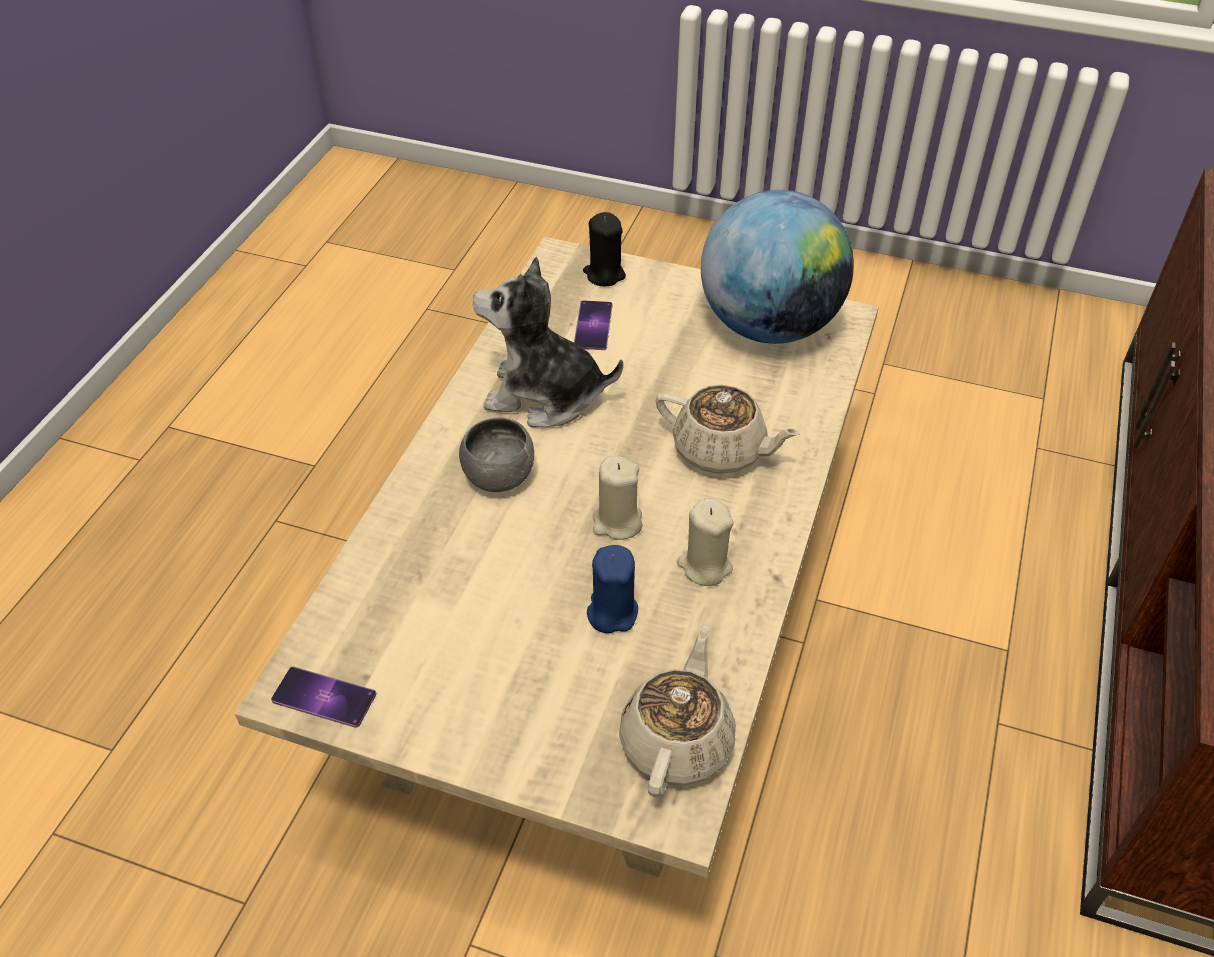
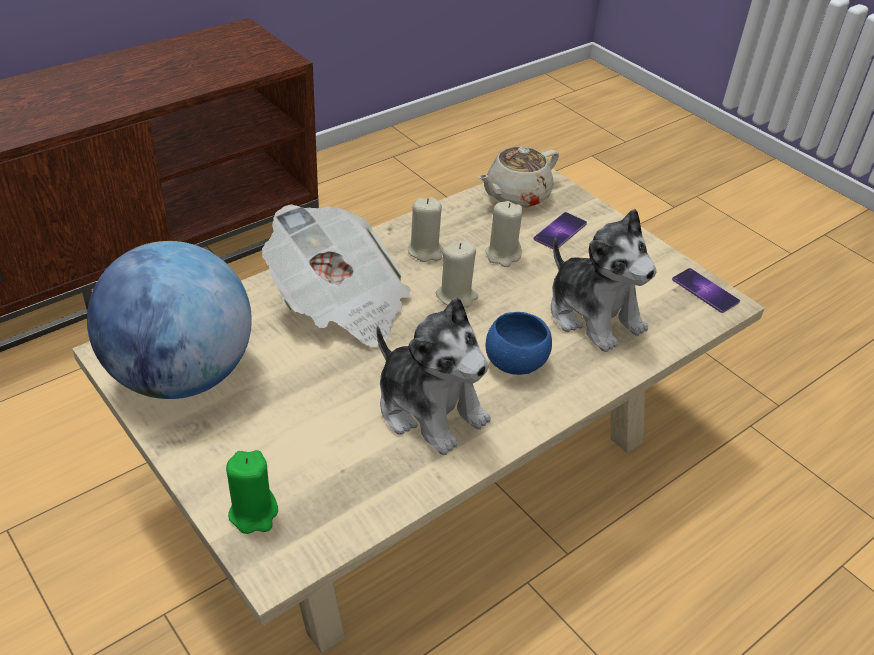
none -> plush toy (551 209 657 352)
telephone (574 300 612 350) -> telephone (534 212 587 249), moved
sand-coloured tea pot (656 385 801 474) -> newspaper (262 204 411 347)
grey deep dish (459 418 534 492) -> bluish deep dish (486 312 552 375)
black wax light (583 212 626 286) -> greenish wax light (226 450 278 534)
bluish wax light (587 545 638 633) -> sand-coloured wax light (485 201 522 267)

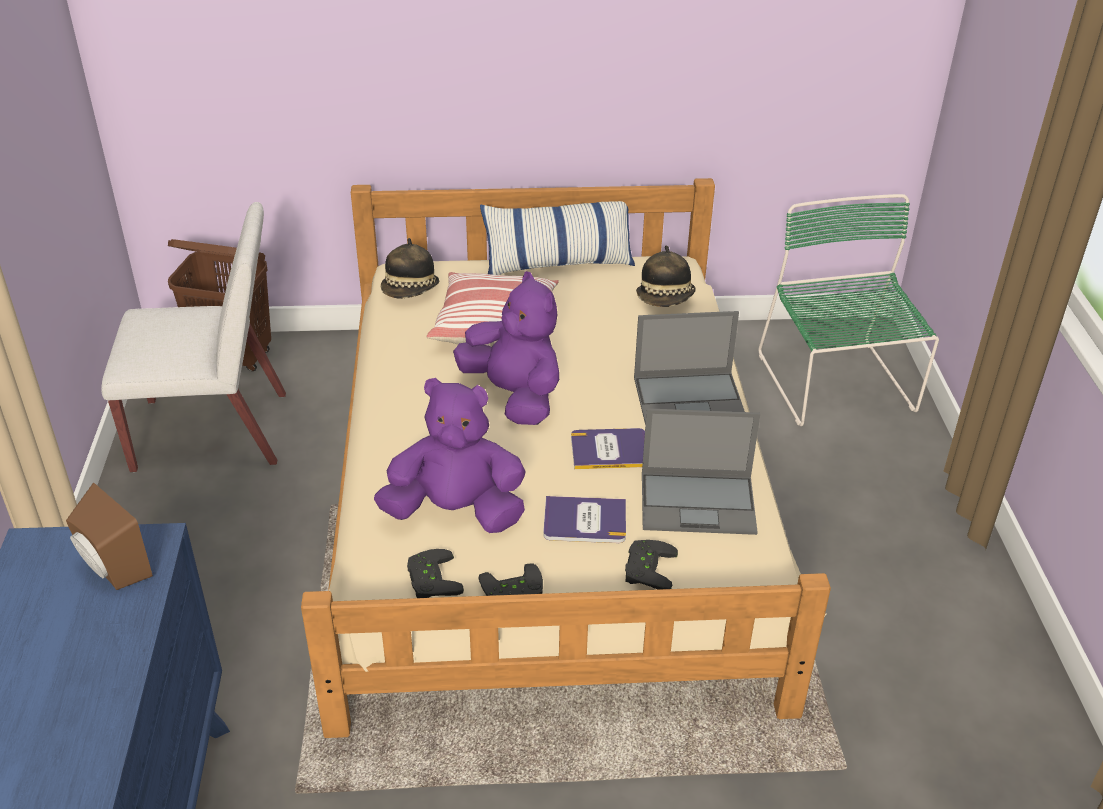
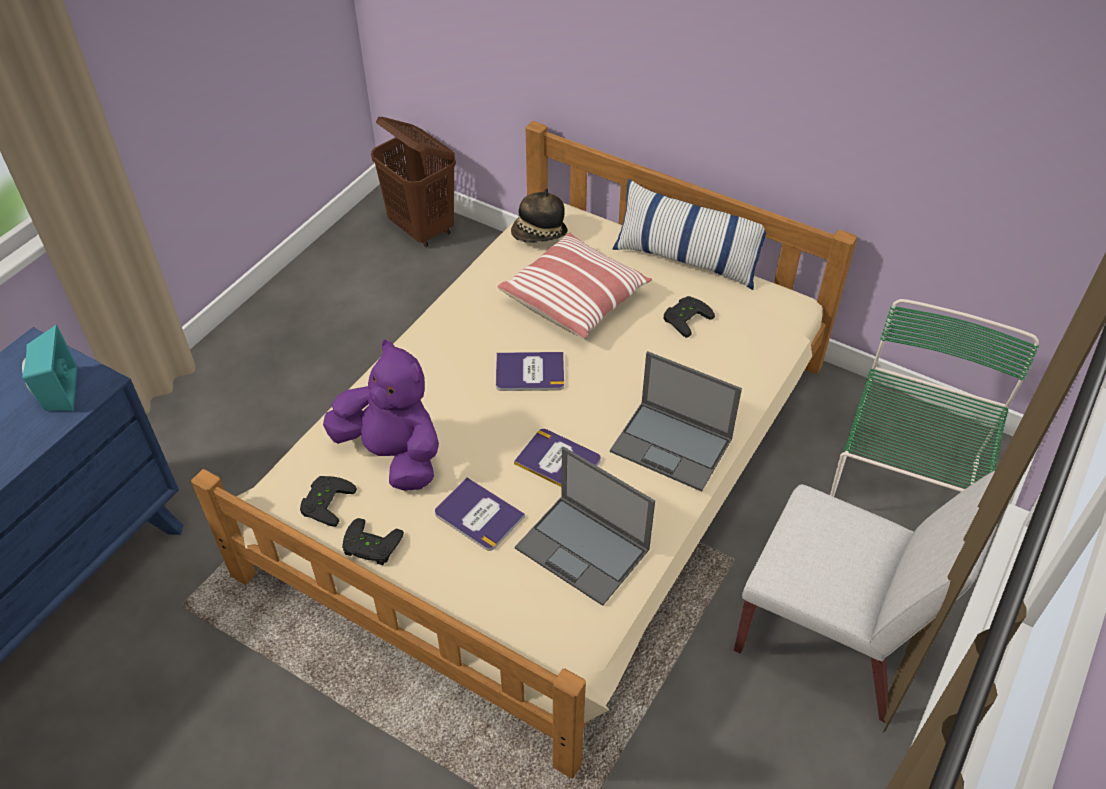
hat (636 245 696 307) -> none
white plain chair (101 202 286 473) -> white plain chair (734 471 998 723), moved
black game controller (625 540 678 590) -> black game controller (663 296 715 338), moved
purplish plush toy (453 271 559 425) -> book (496 352 564 391)
brown speaker (66 483 153 590) -> turquoise speaker (22 324 77 411)

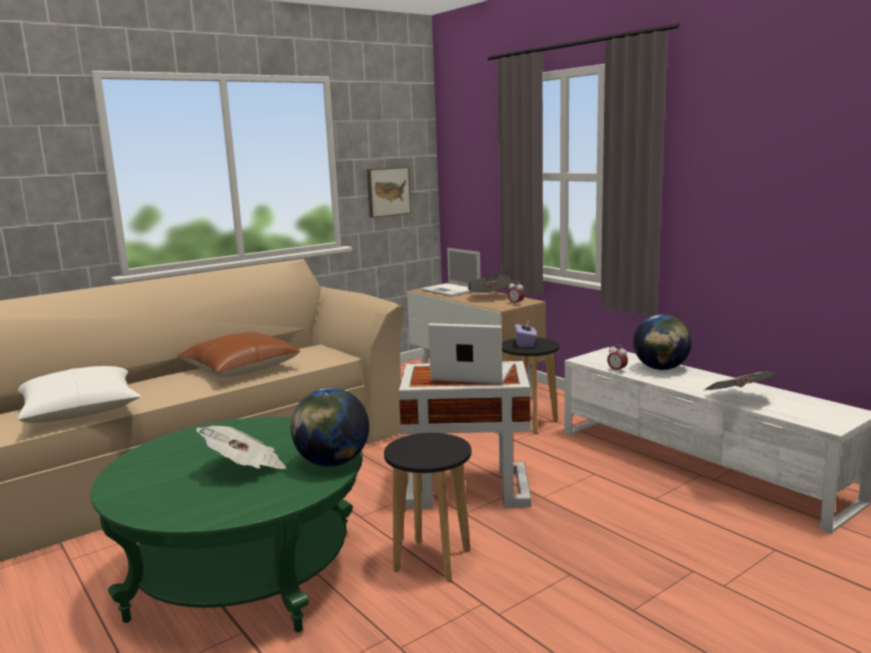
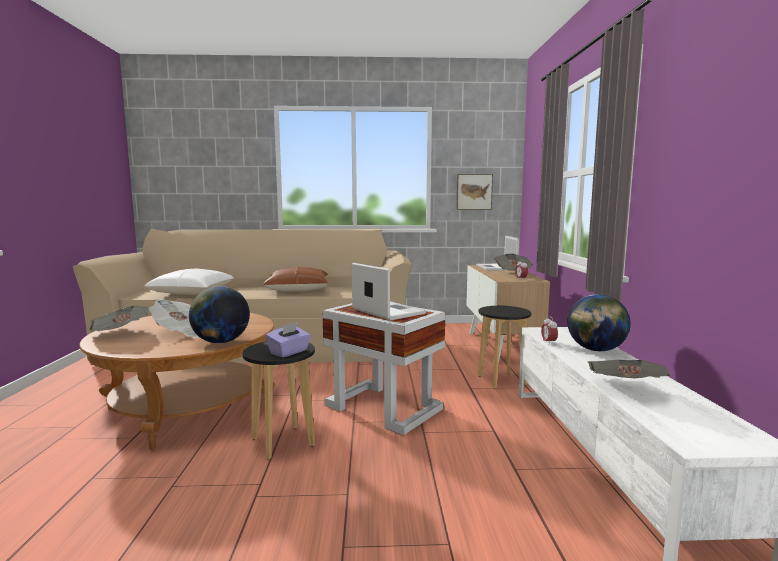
none -> newspaper (89 306 148 332)
purplish tissue holder (514 319 537 347) -> purplish tissue holder (266 322 311 357), moved
greenish low table (91 417 362 632) -> brown low table (79 313 275 450)

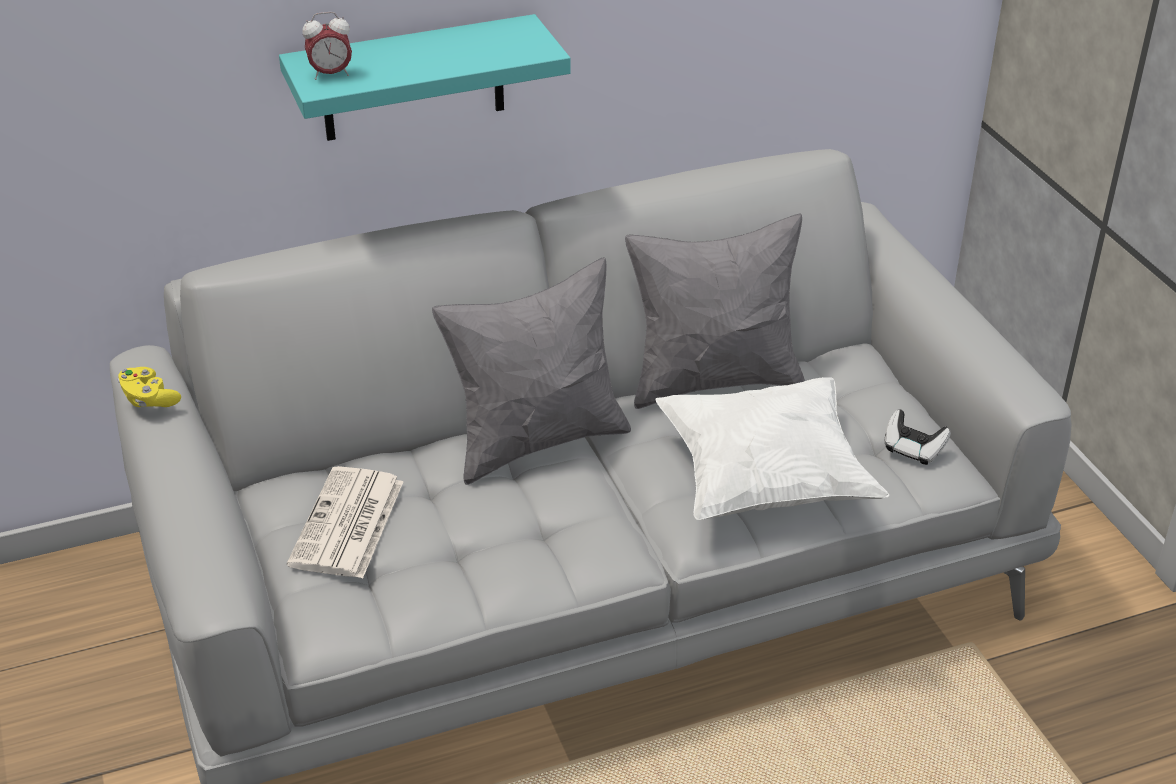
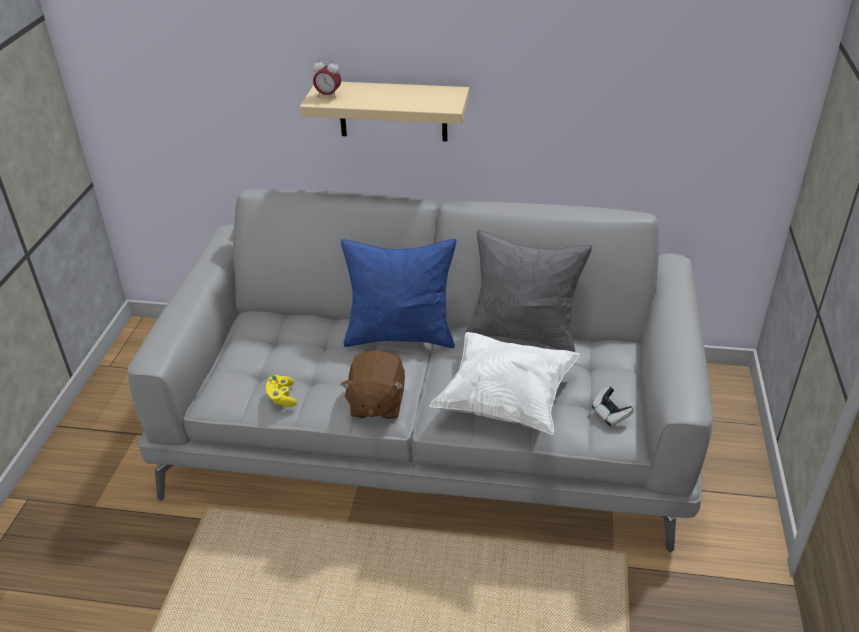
newspaper (287 466 403 578) -> none
none -> brown plush toy (340 350 405 419)
yellowish game controller (118 367 181 407) -> yellowish game controller (266 375 297 407), moved
turquoise shelf (279 14 571 141) -> sand-coloured shelf (300 82 469 142)
grey pillow (432 257 631 485) -> bluish pillow (341 239 456 348)

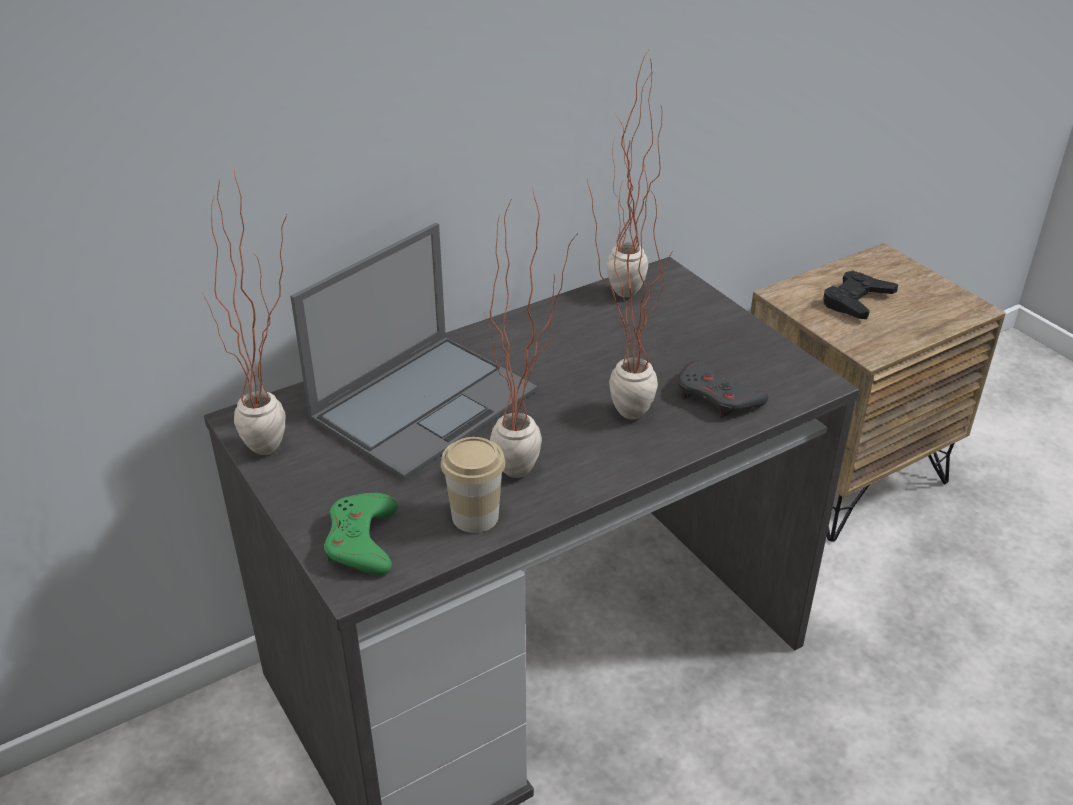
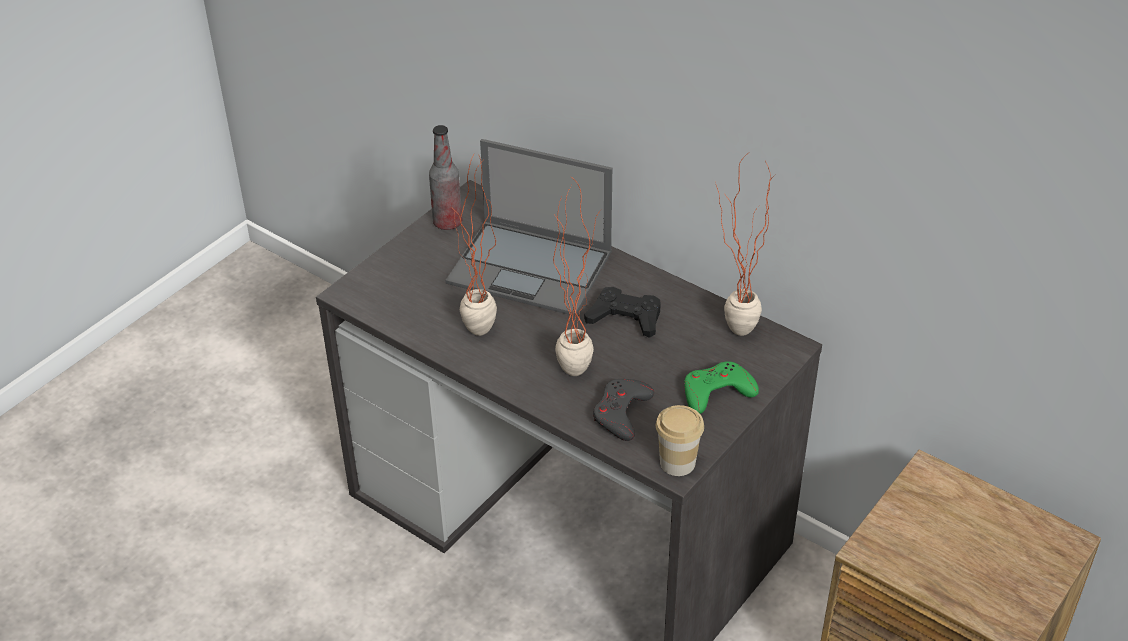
greenish game controller (324 493 398 576) -> greenish game controller (684 361 759 414), moved
cup (441 437 505 533) -> cup (656 405 704 476), moved
black game controller (823 270 898 319) -> black game controller (584 287 661 338), moved
potted plant (202 171 287 455) -> beverage bottle (429 125 462 230)

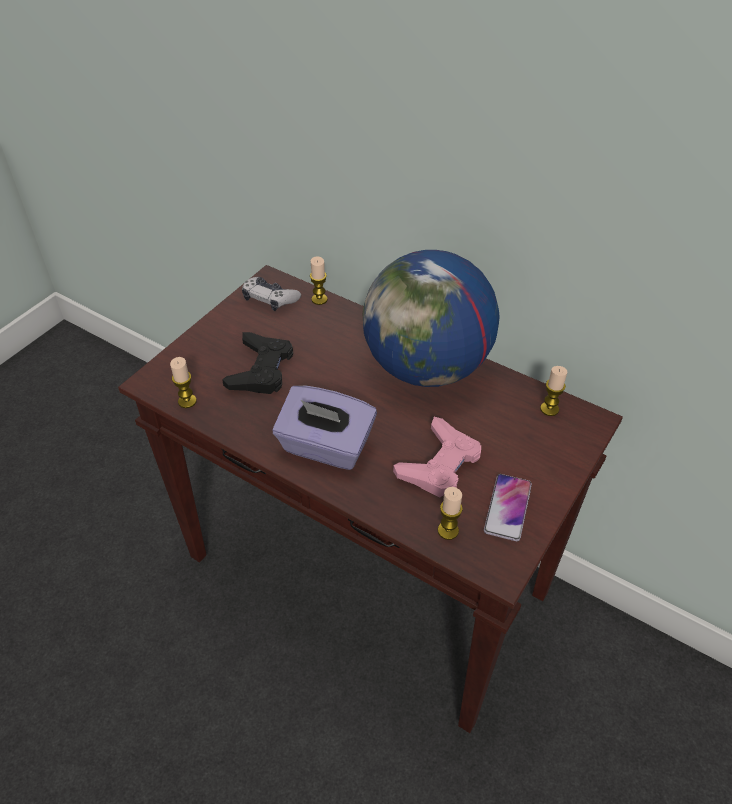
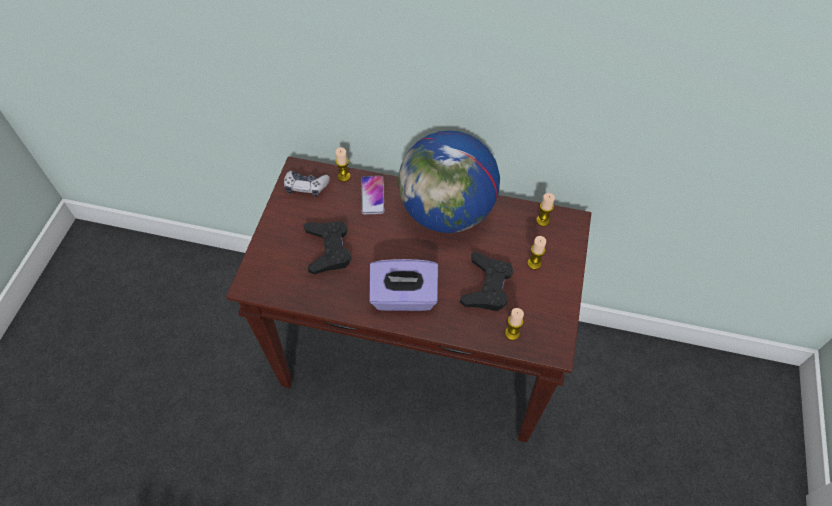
wax light (170 357 197 408) -> wax light (527 236 546 270), moved
telephone (484 474 532 541) -> telephone (361 176 385 215), moved
pink-coloured game controller (393 417 481 497) -> black game controller (460 252 514 311)

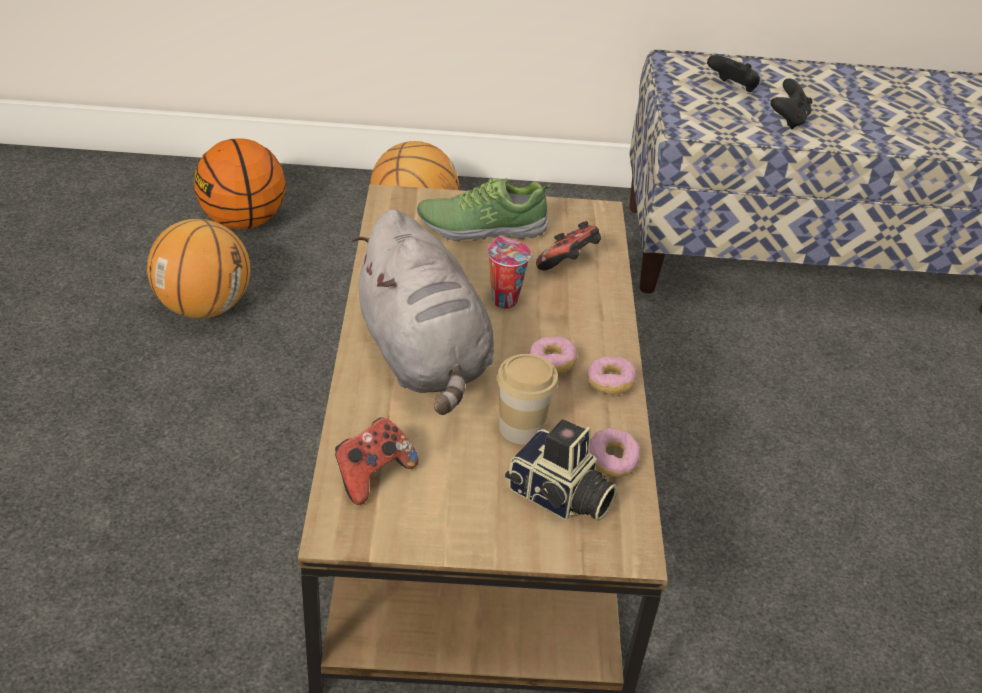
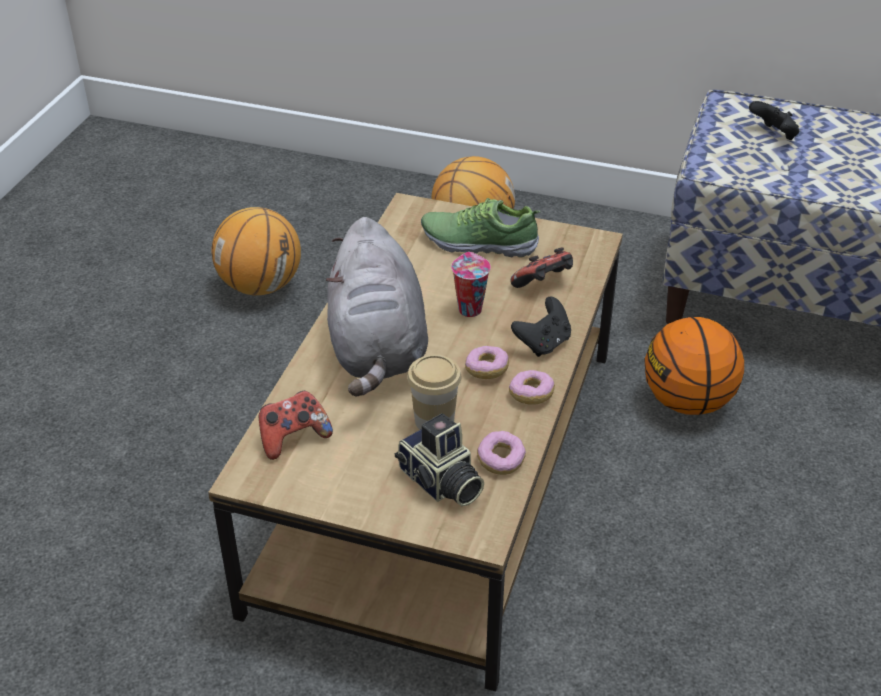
ball for basketball (194 138 286 229) -> ball for basketball (644 317 744 415), moved
black game controller (771 78 813 129) -> black game controller (511 297 571 357), moved

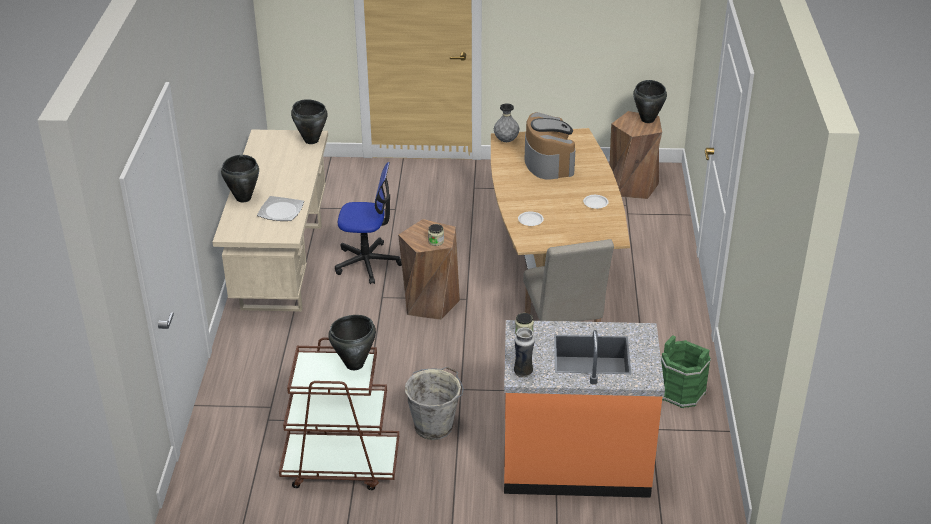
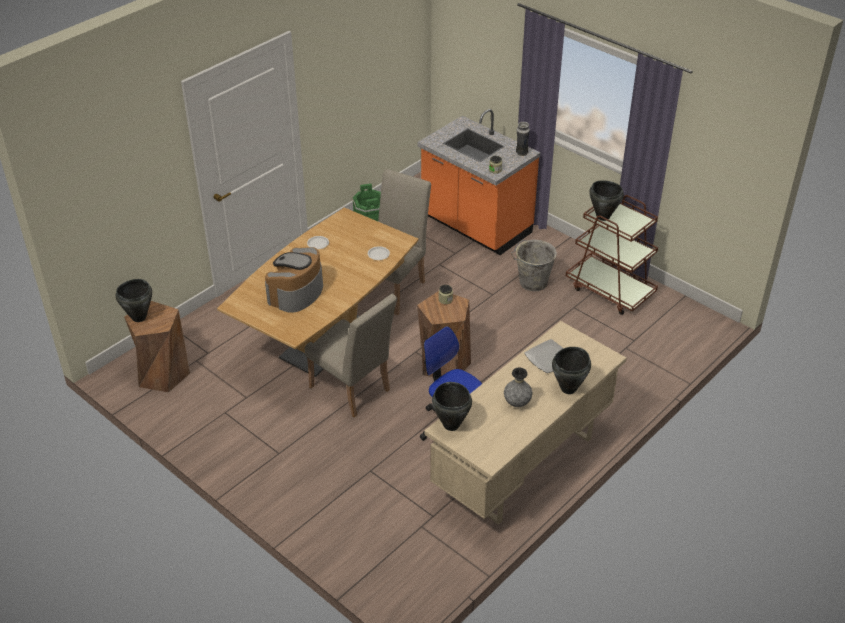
none -> sand-coloured plain chair (305 294 397 417)
grey decorative vase (494 103 520 142) -> grey decorative vase (504 367 533 407), moved

